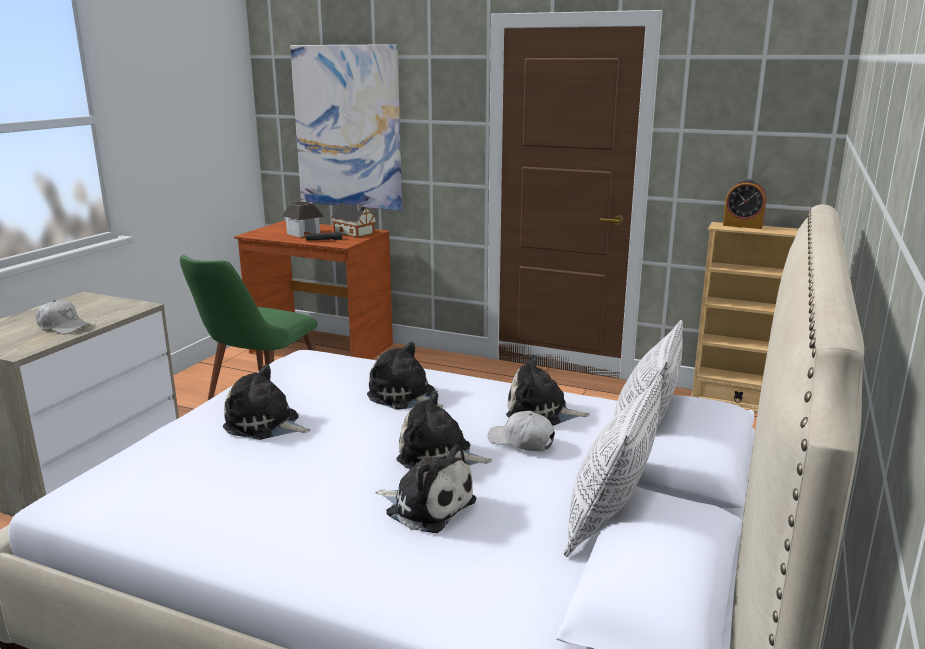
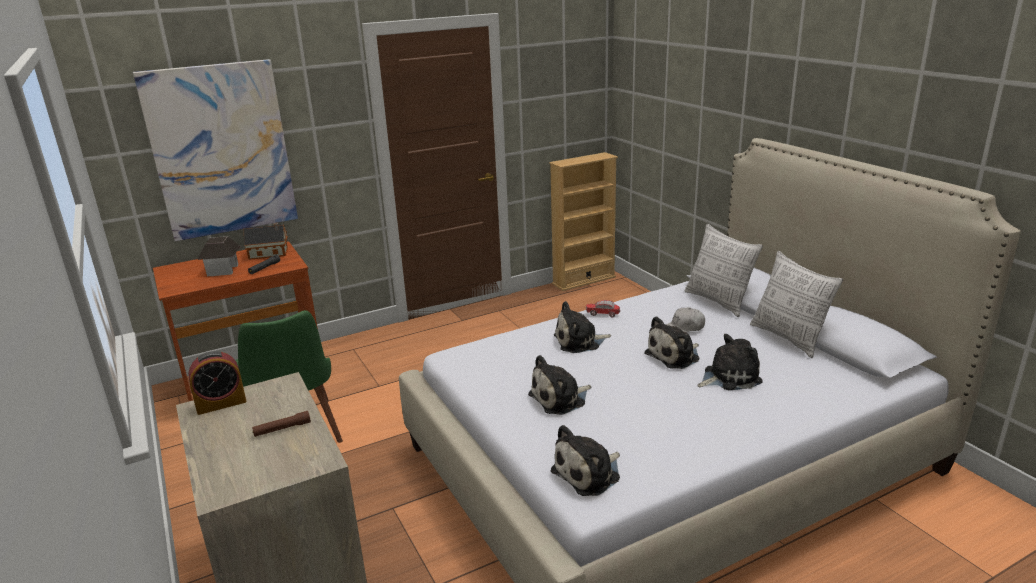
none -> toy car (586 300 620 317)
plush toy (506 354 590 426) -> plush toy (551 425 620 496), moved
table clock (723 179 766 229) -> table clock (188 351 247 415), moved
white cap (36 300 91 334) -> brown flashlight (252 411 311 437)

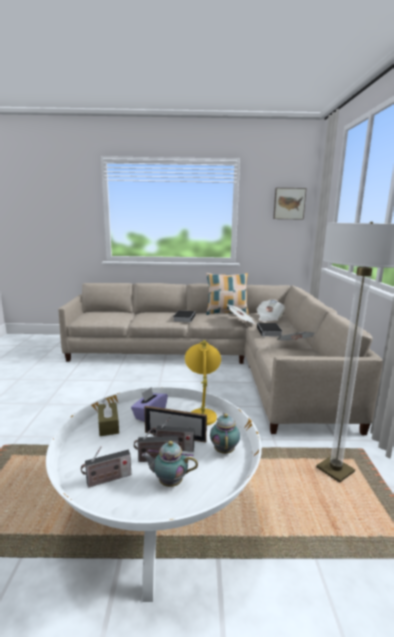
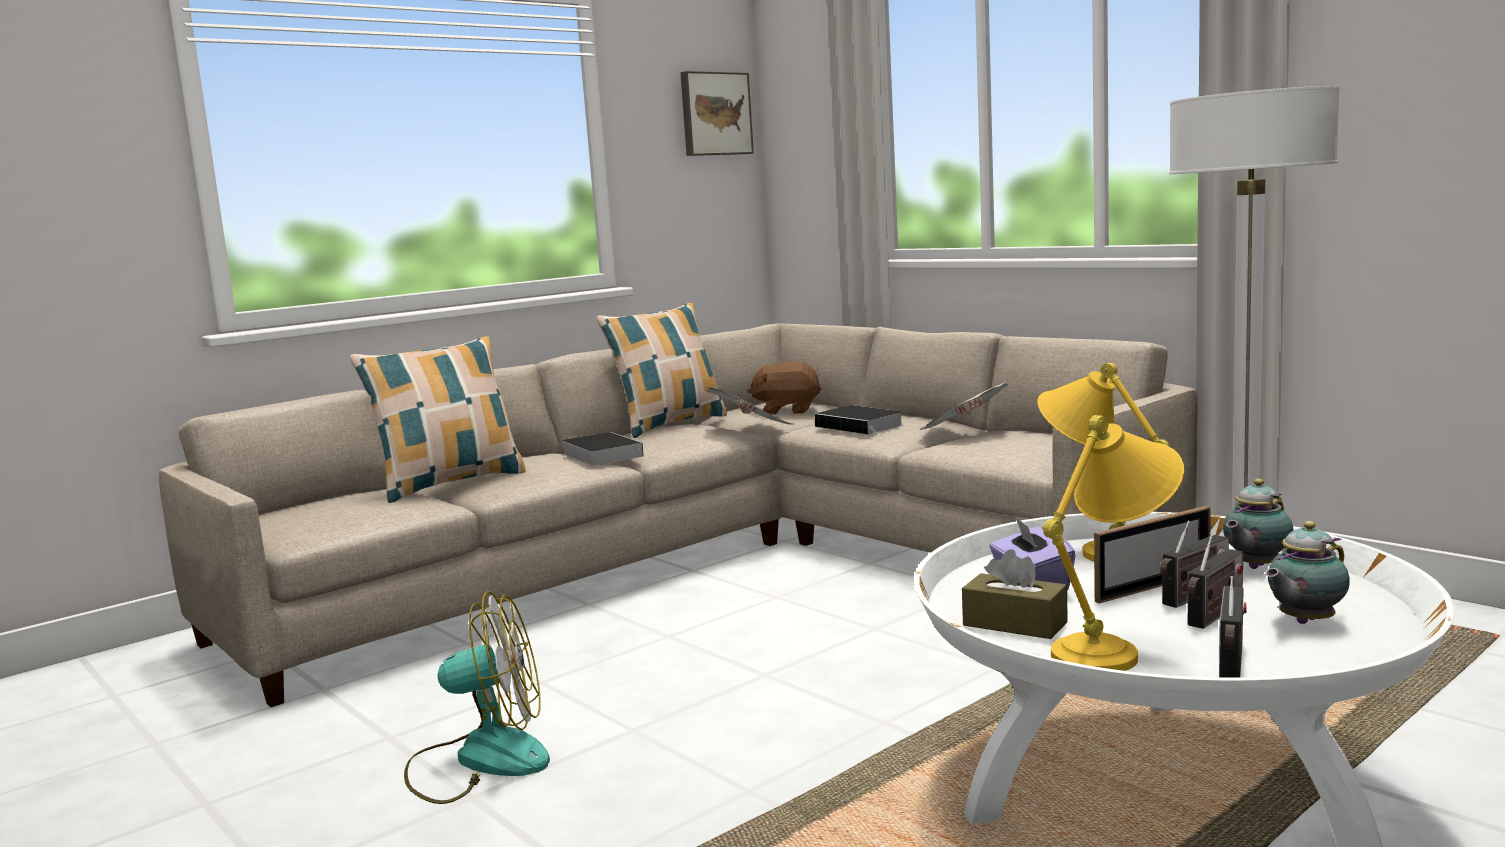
none -> pillow (350 336 526 503)
none -> fan (404 591 550 804)
none -> yellowish table lamp (1042 415 1184 671)
newspaper (256 299 285 322) -> brown plush toy (747 361 821 415)
tea pot (210 413 240 454) -> tea pot (1223 479 1294 569), 90 degrees counterclockwise

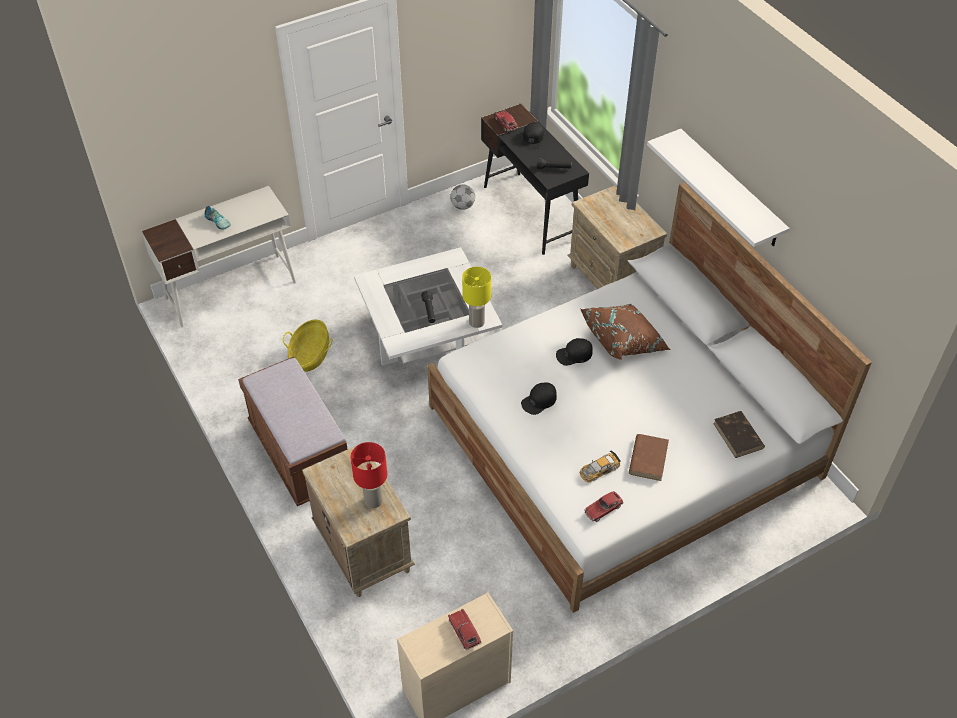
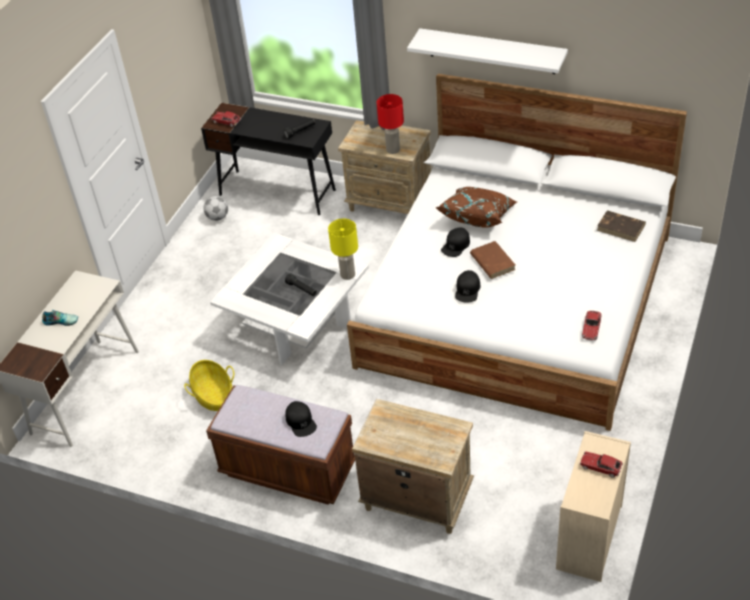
toy car (580 450 620 482) -> none
red table lamp (351 442 387 508) -> red table lamp (377 94 404 154), moved
black cap (521 122 544 149) -> black cap (285 401 317 437), moved
brown book (629 434 669 481) -> brown book (470 241 515 279), moved

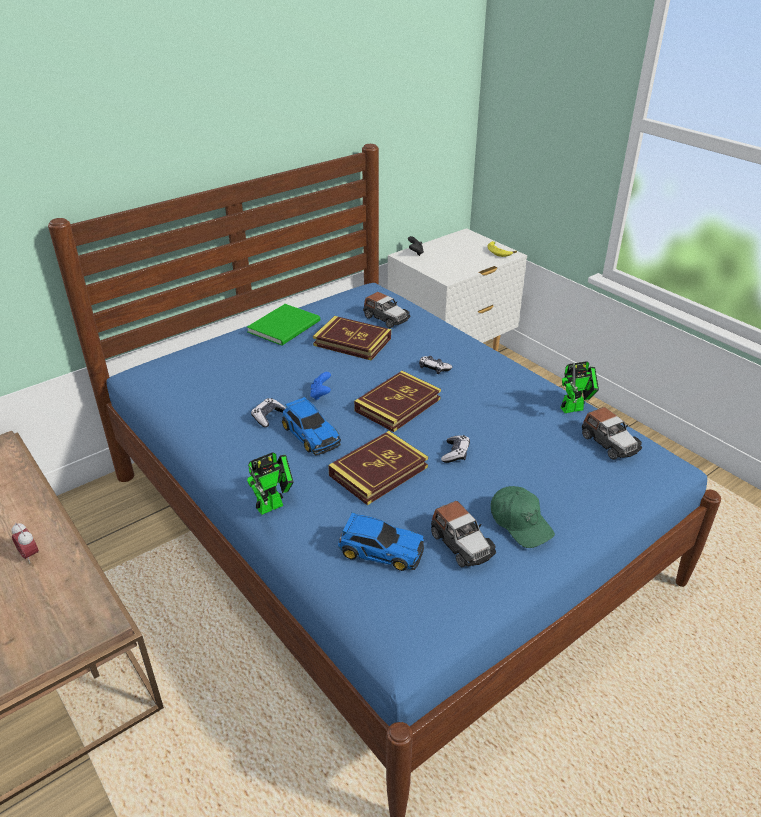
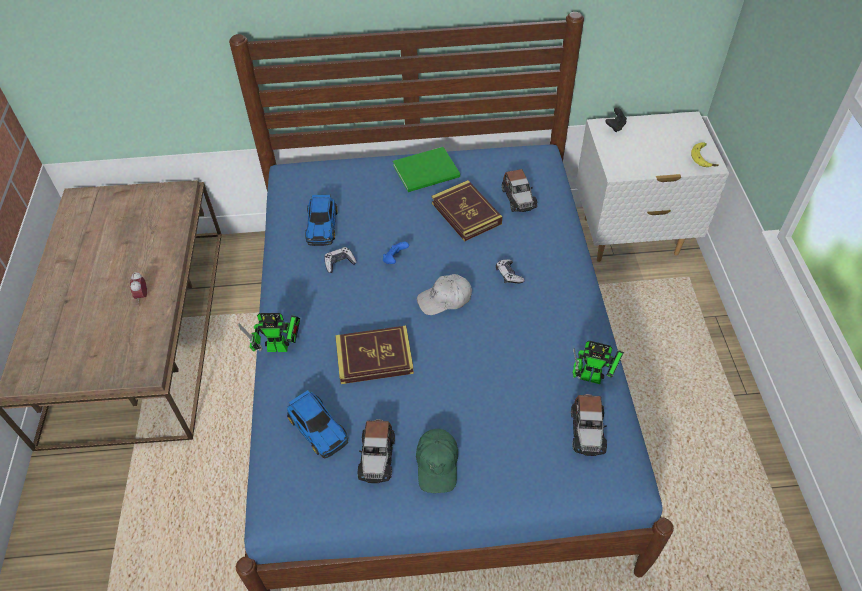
game controller (441 435 470 463) -> none
toy car (282 397 341 455) -> toy car (305 195 338 246), moved
book (354 371 441 432) -> white cap (417 274 472 315)

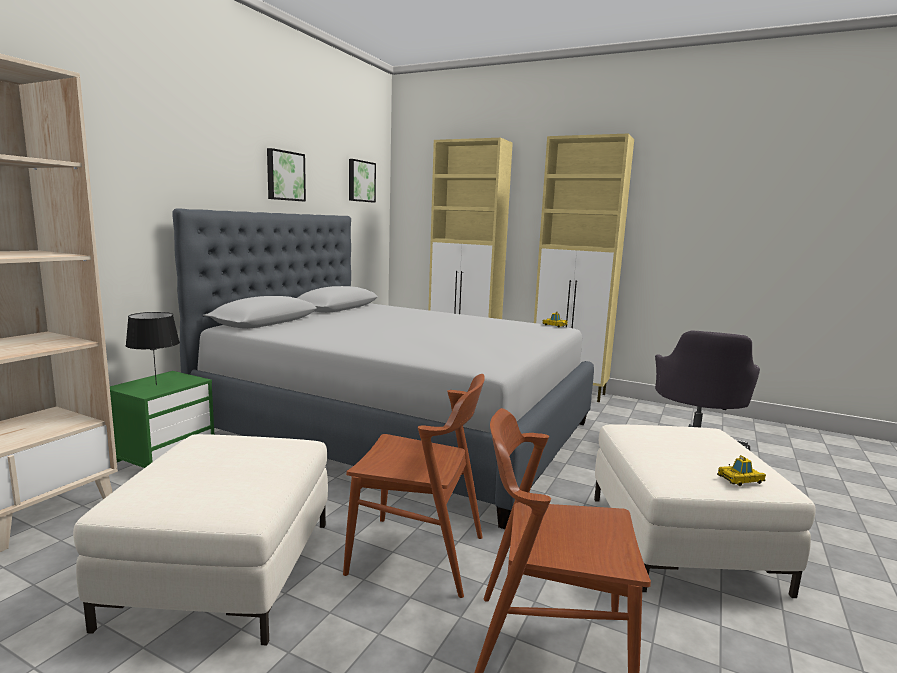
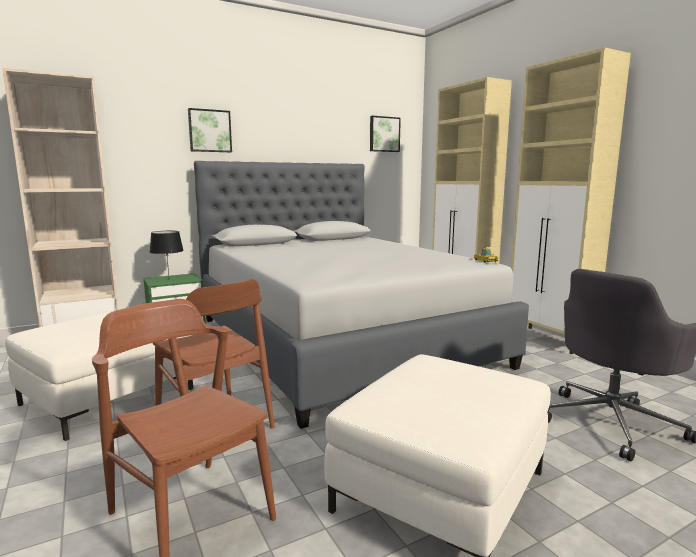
toy car (717 455 766 486) -> none
picture (267 148 306 201) -> picture (188 108 232 152), moved

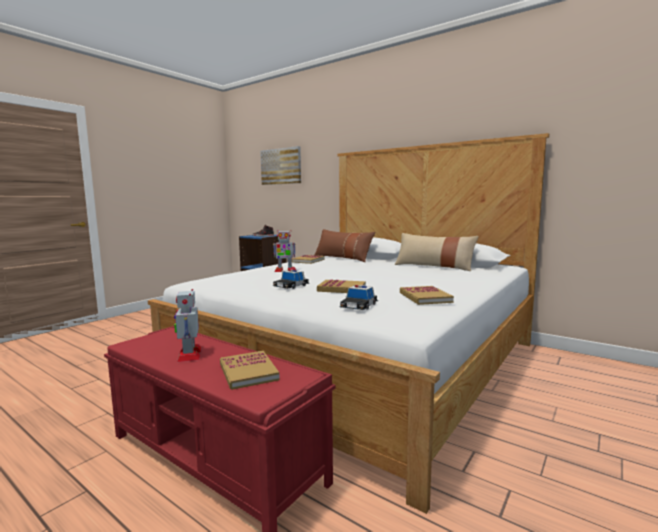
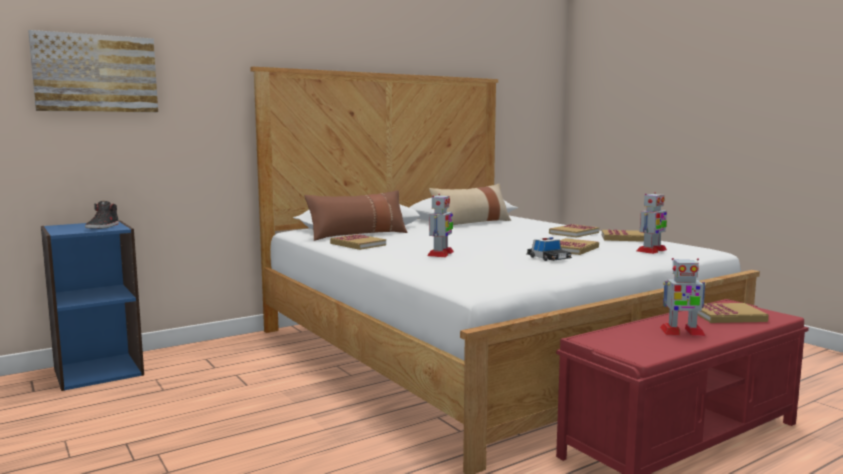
none -> book (549 224 599 238)
toy car (340 285 378 310) -> toy robot (636 192 667 254)

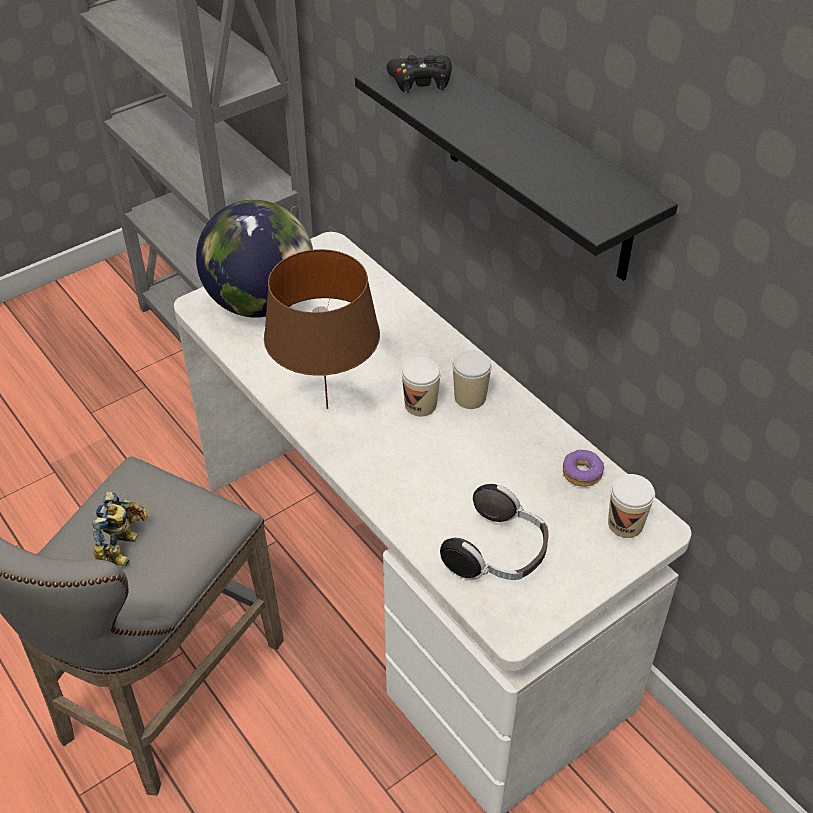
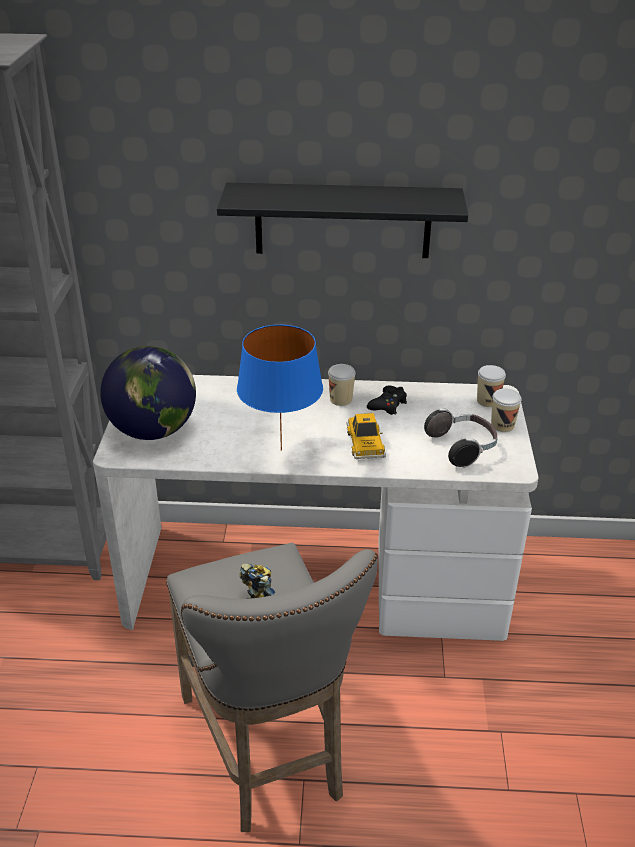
doughnut (563 450 604 487) -> none
none -> toy car (346 413 386 459)
black game controller (387 55 452 93) -> black game controller (367 385 407 415), moved
cup (401 357 441 416) -> cup (491 389 522 432), moved
brown table lamp (264 249 380 409) -> bluish table lamp (237 325 323 451)

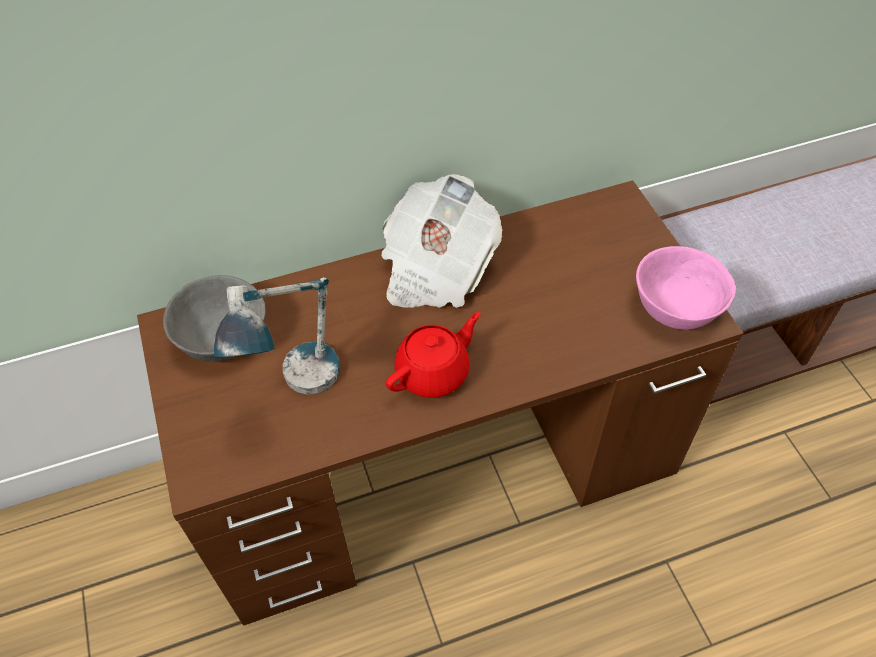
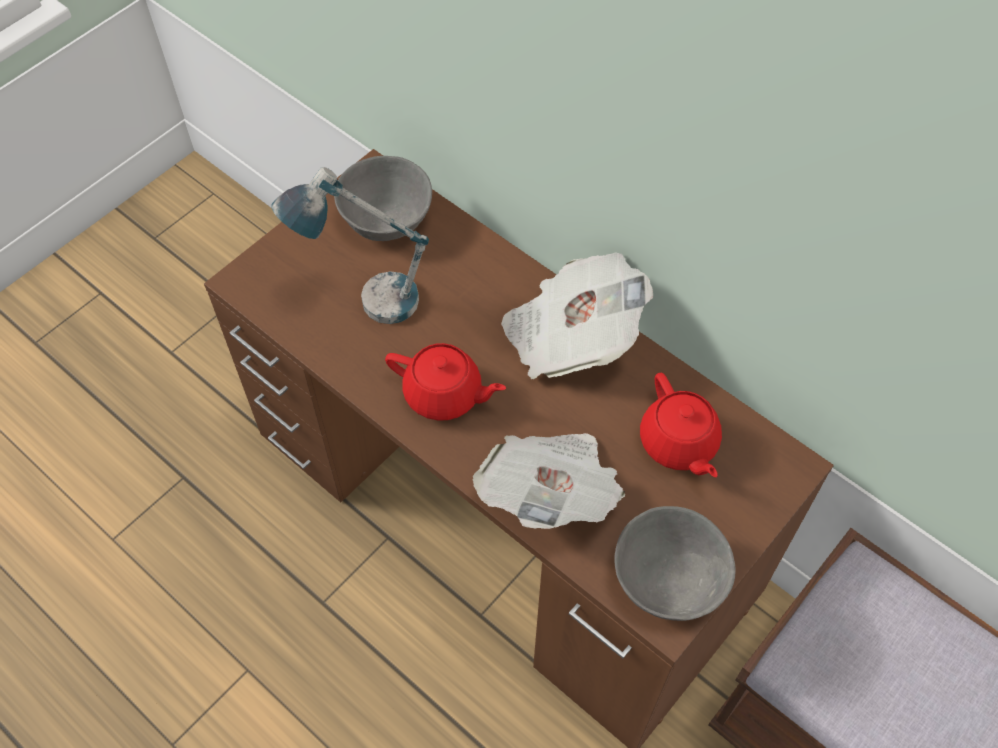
none -> newspaper (473 433 625 529)
none -> red tea pot (640 373 722 477)
pink-coloured deep dish (636 246 735 330) -> grey deep dish (615 506 736 621)

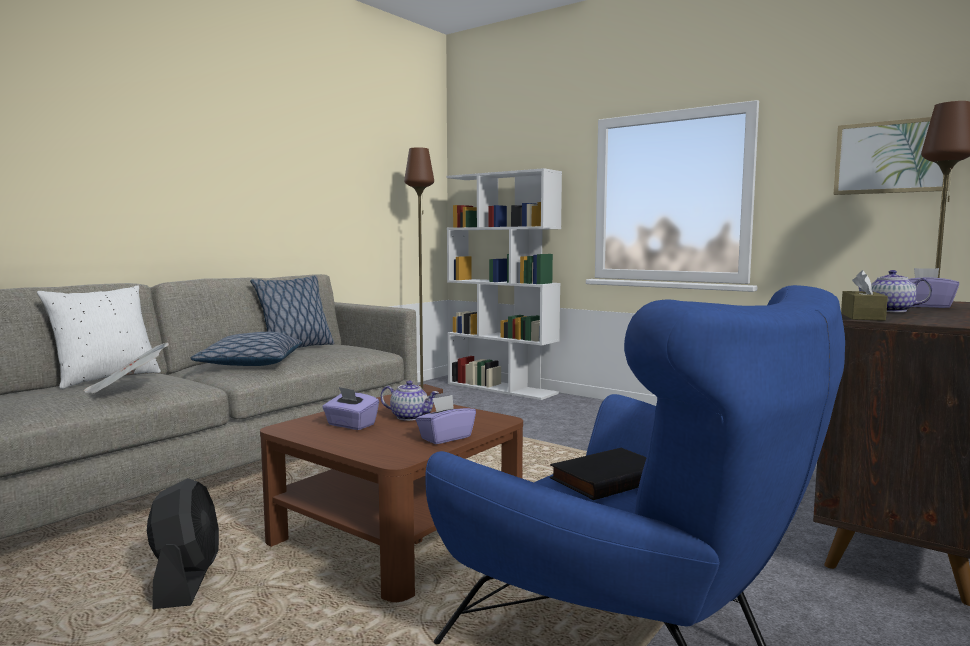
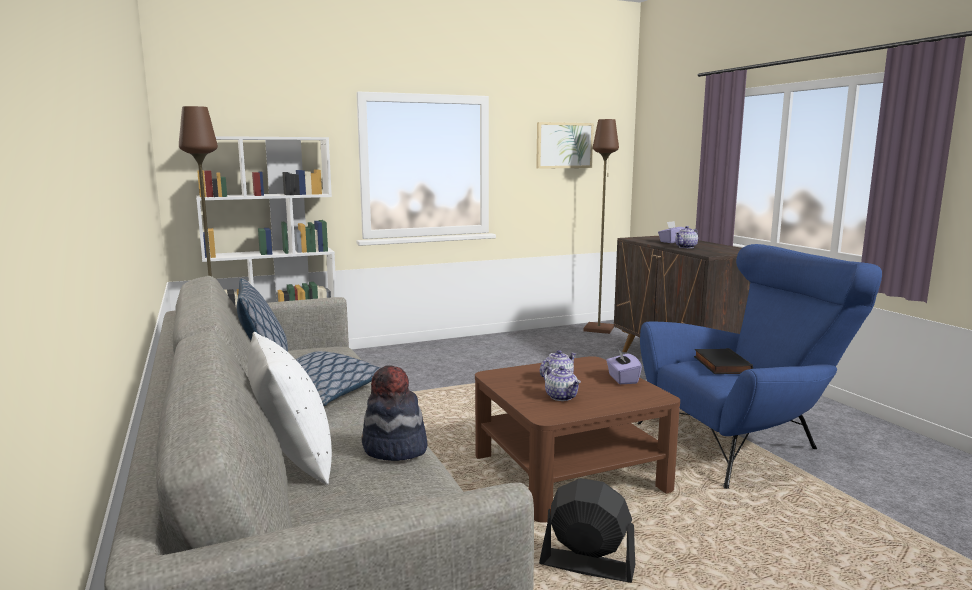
brown tissue holder (841 270 888 321) -> none
newspaper (84 343 169 394) -> hat (362 365 427 461)
purplish tissue holder (322 387 379 430) -> tea pot (544 366 581 401)

